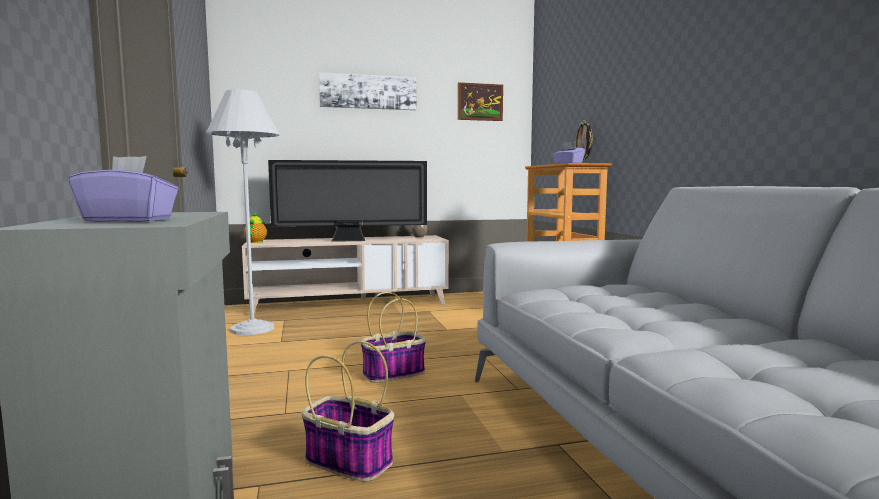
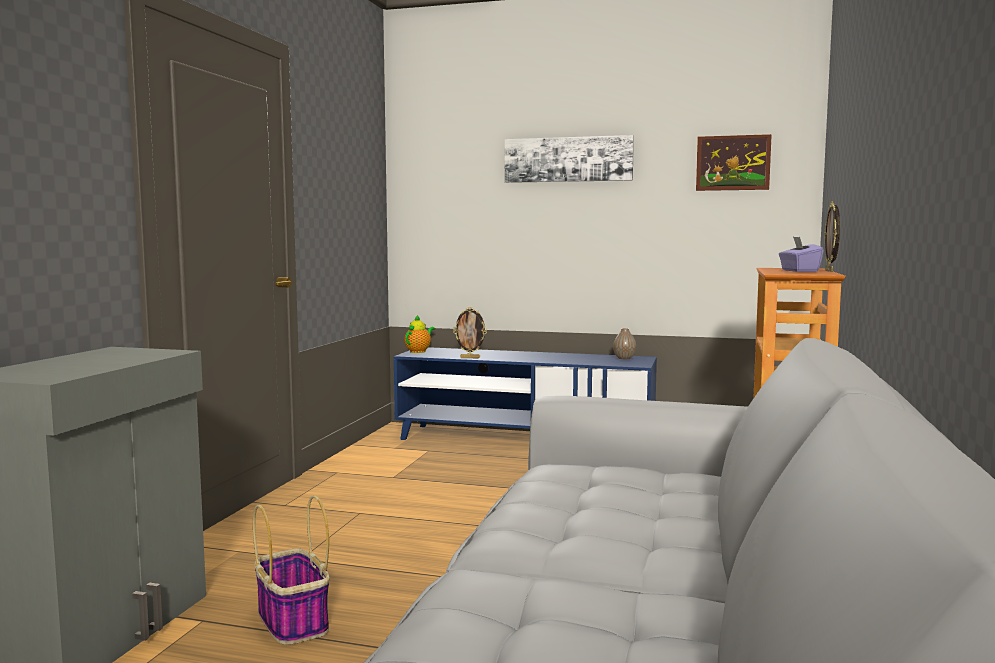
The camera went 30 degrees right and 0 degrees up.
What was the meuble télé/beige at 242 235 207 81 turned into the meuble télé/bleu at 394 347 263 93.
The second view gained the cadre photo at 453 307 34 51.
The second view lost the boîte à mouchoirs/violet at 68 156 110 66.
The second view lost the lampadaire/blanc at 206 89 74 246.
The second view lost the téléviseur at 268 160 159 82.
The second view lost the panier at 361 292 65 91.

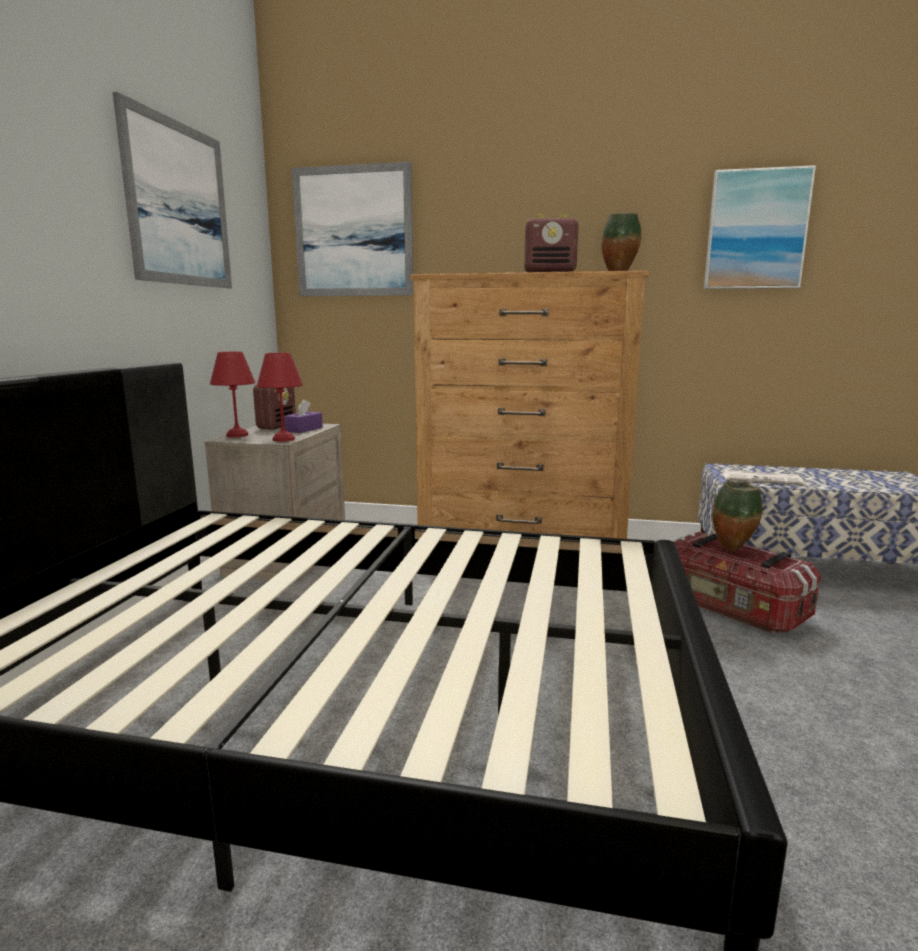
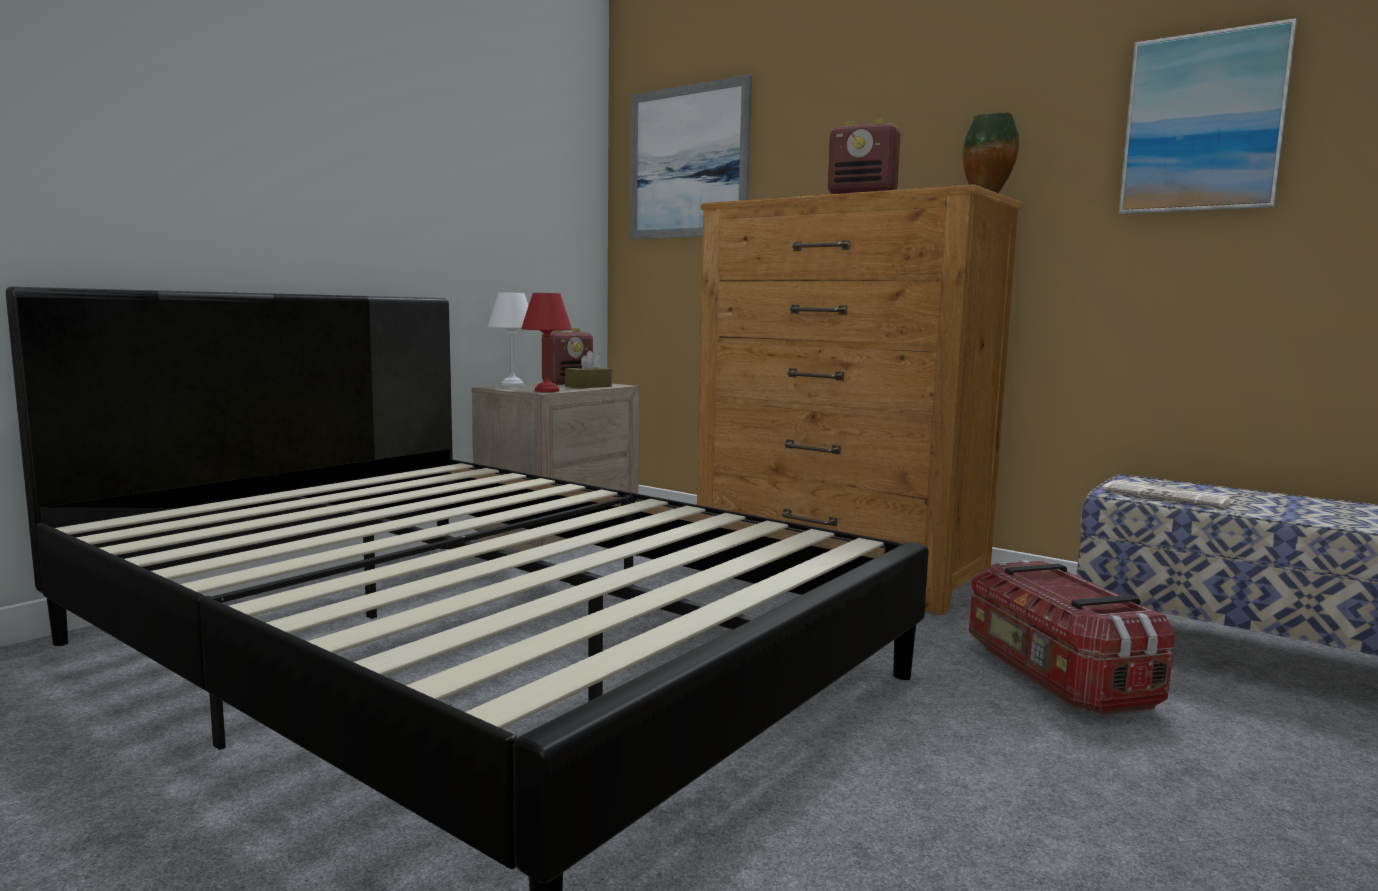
The camera went 25 degrees right and 5 degrees down.
What was the lampe de table/rouge at 210 352 45 85 turned into the lampe de table/blanc at 488 293 41 94.
What was the boîte à mouchoirs/violet at 284 399 39 34 turned into the boîte à mouchoirs/marron at 565 351 47 37.
The second view lost the tableau at 113 92 119 196.
The second view lost the vase at 713 481 50 70.

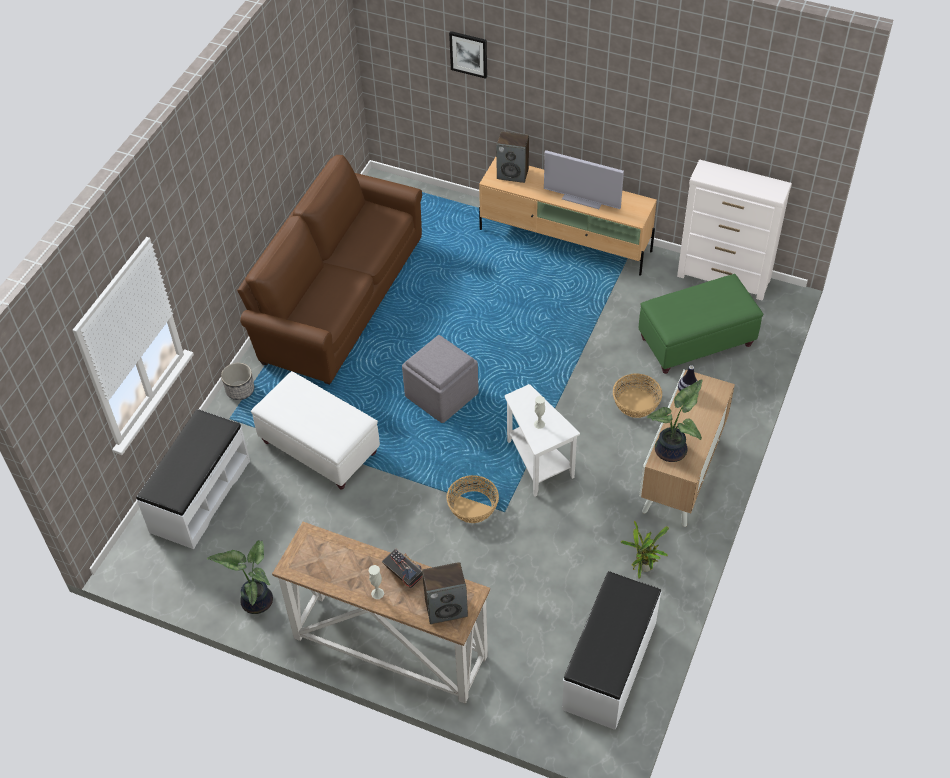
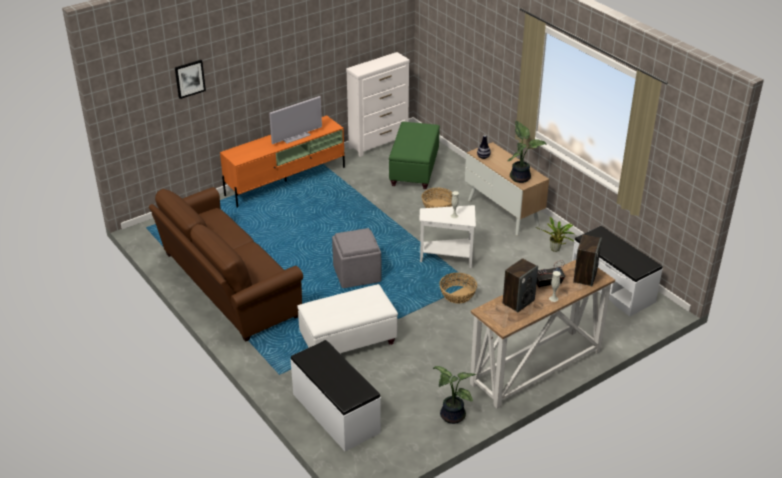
The camera went 60 degrees left and 15 degrees down.
What was the meuble télé/beige at 479 157 178 119 turned into the meuble télé/orange at 220 115 125 92.
The enceinte ended up elsewhere, having gone from 496 131 33 52 to 503 258 35 55.
The second view lost the cache-pot at 221 363 33 37.

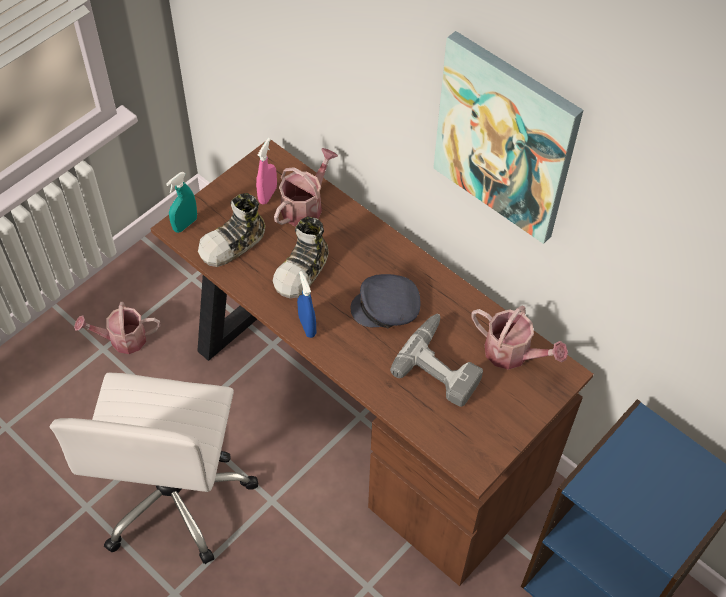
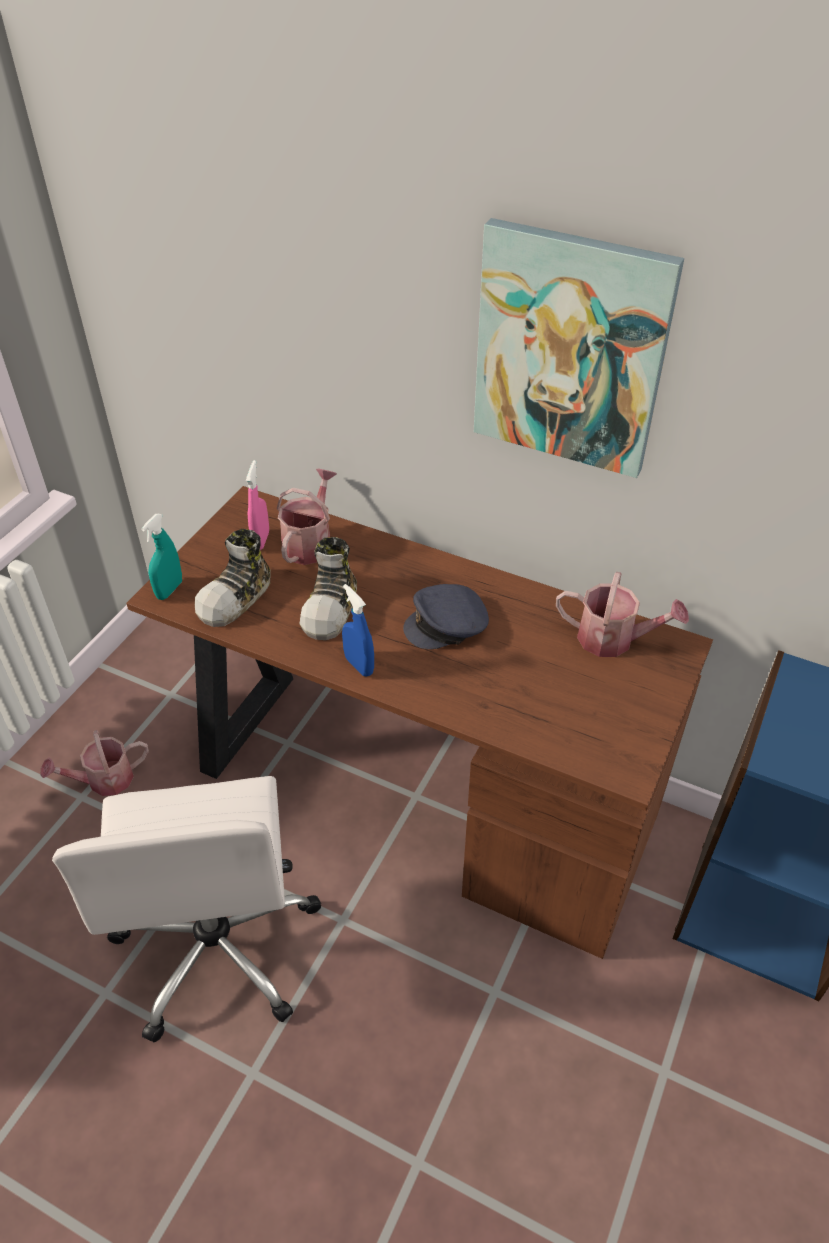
The camera went 15 degrees left and 10 degrees down.
The second view lost the perceuse at 390 314 93 93.

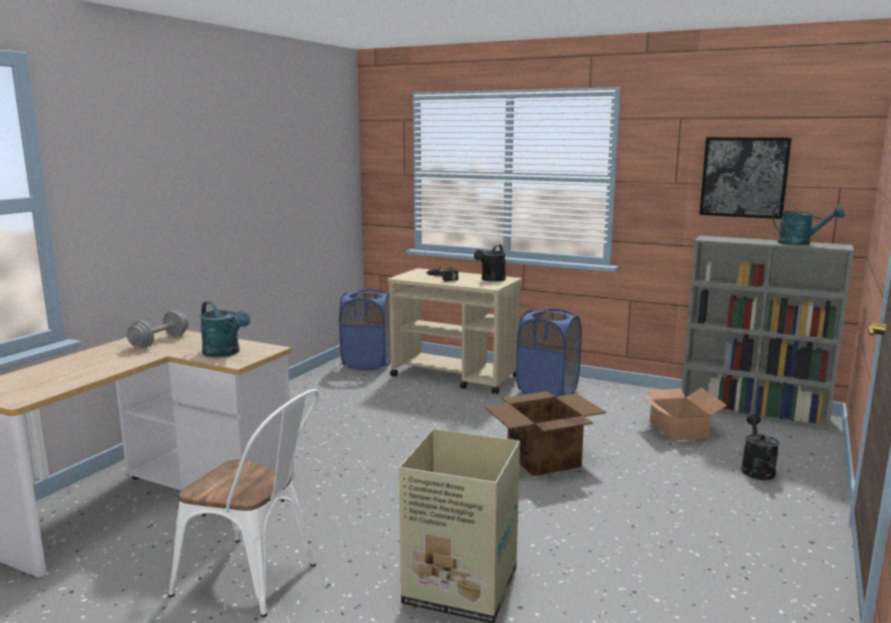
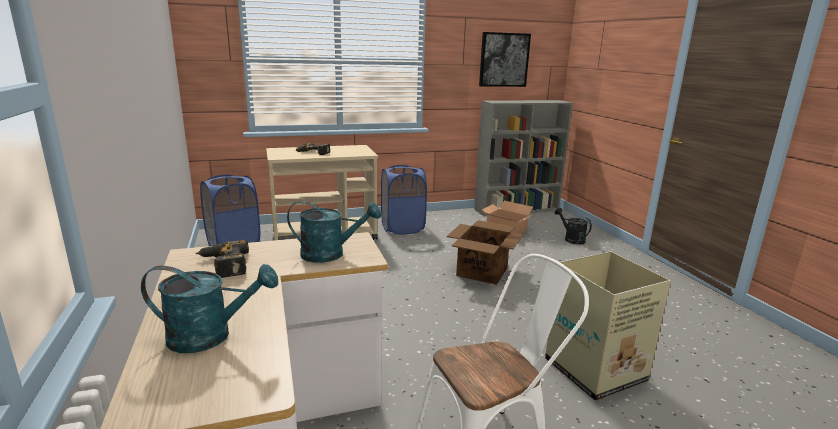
The camera went 45 degrees left and 5 degrees up.
The arrosoir/turquoise ended up elsewhere, having gone from 772 203 73 42 to 141 264 137 89.
Where the haltère/gris stood at 127 311 62 37, the perceuse came to stand at 196 240 53 38.
The second view lost the arrosoir/noir at 474 244 32 38.

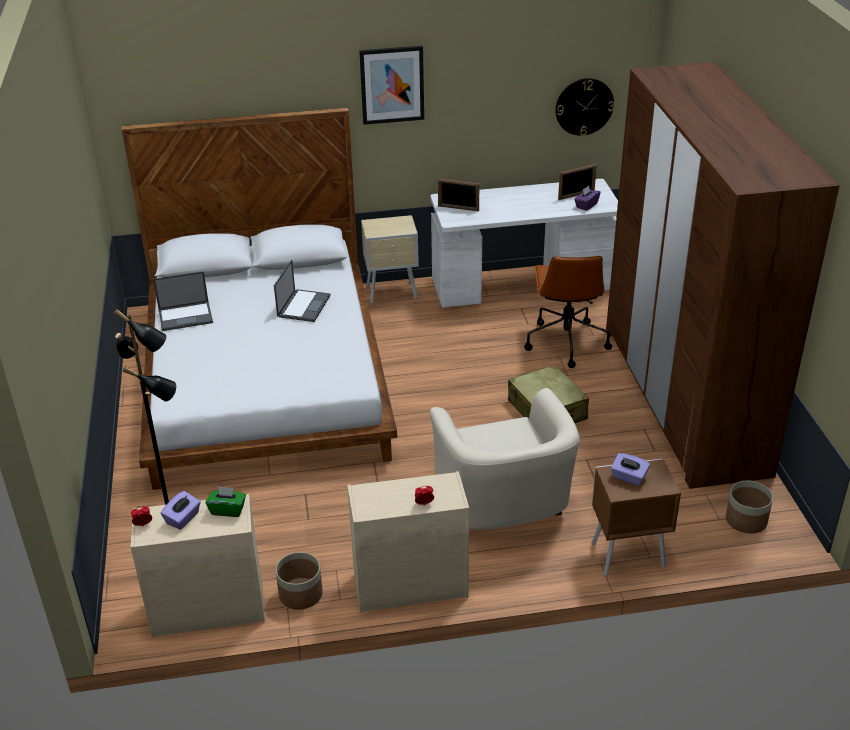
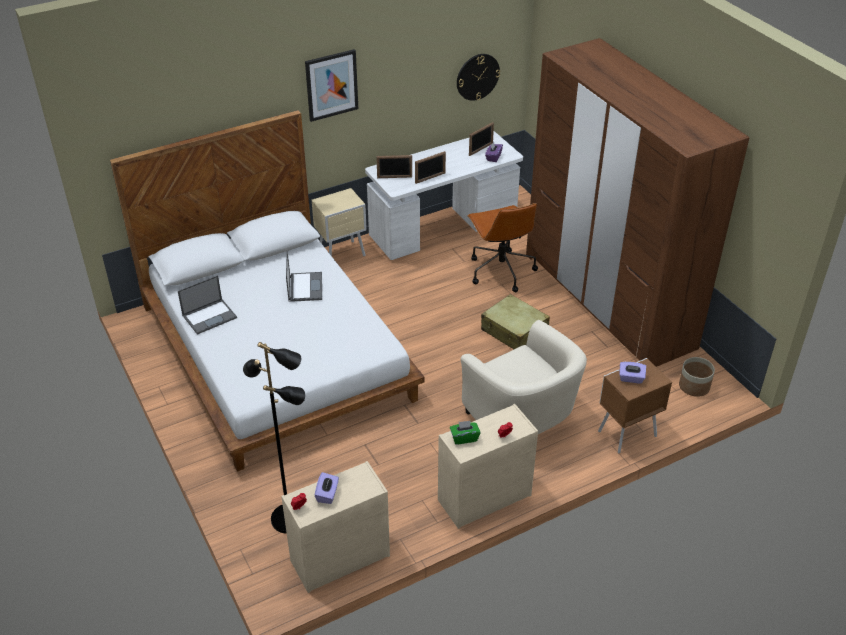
The camera went 20 degrees left and 5 degrees up.
The second view gained the cadre photo at 415 151 31 33.
The boîte à mouchoirs/vert ended up elsewhere, having gone from 205 486 41 31 to 450 421 31 24.
The second view lost the cache-pot at 276 552 47 58.

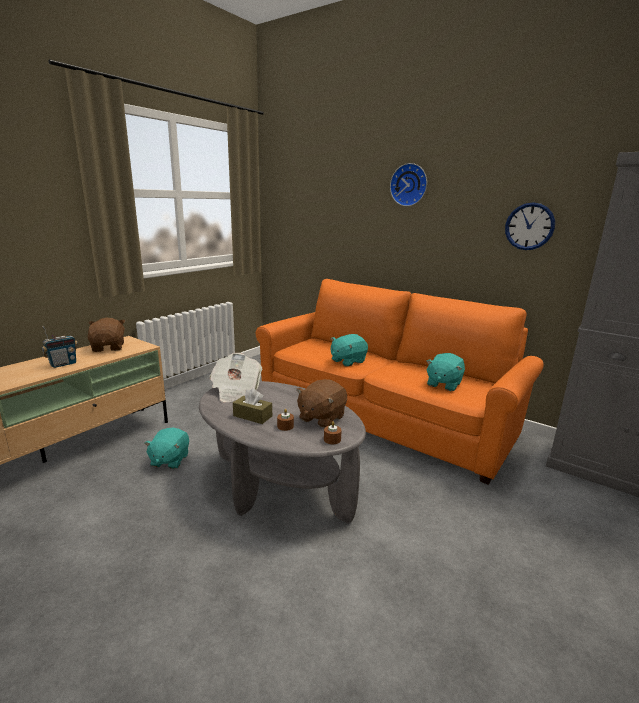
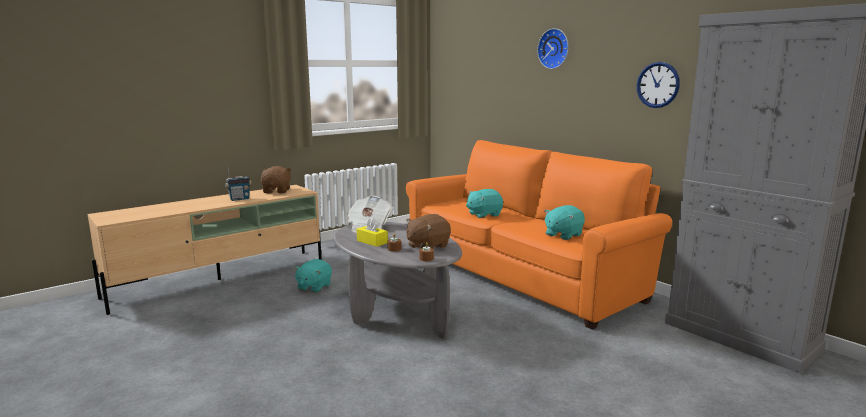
The camera went 15 degrees right and 5 degrees down.
What was the boîte à mouchoirs/marron at 233 388 39 36 turned into the boîte à mouchoirs/jaune at 357 217 31 30.

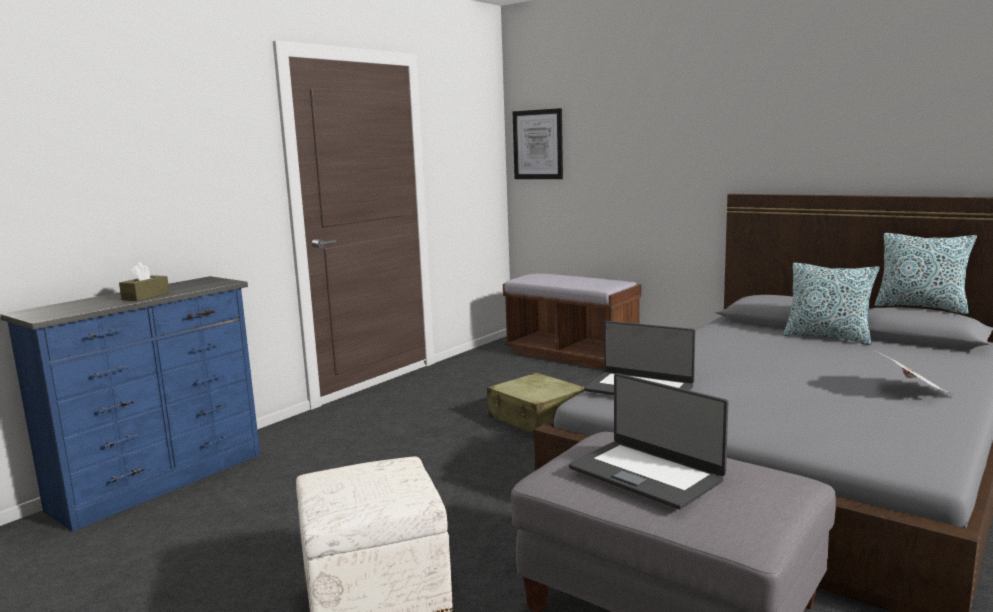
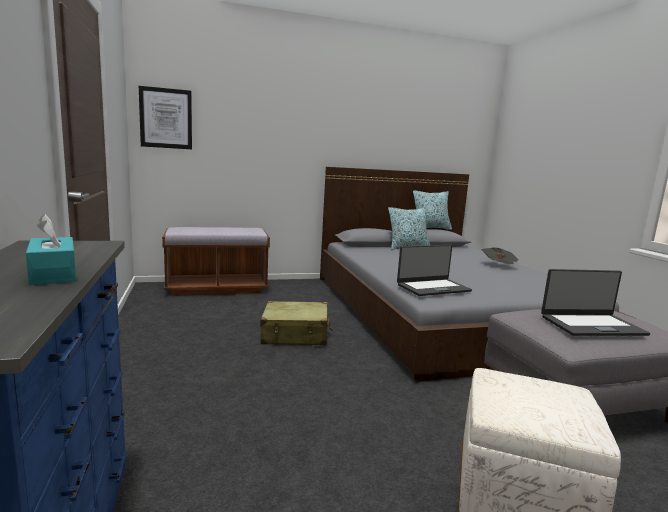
The camera went 55 degrees left and 0 degrees up.
What was the boîte à mouchoirs/marron at 119 262 51 39 turned into the boîte à mouchoirs/turquoise at 26 214 50 71.

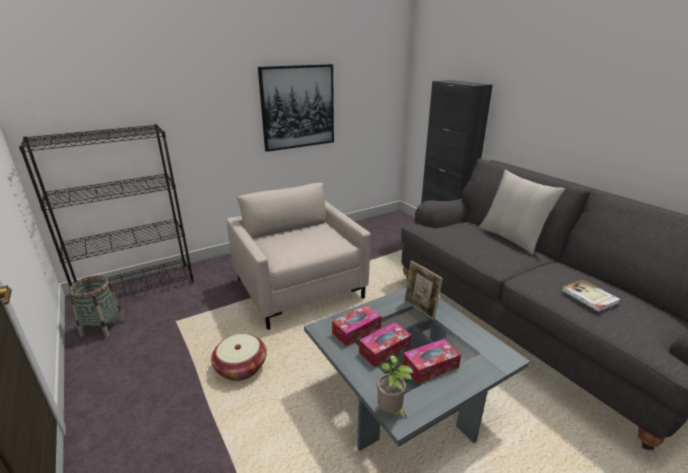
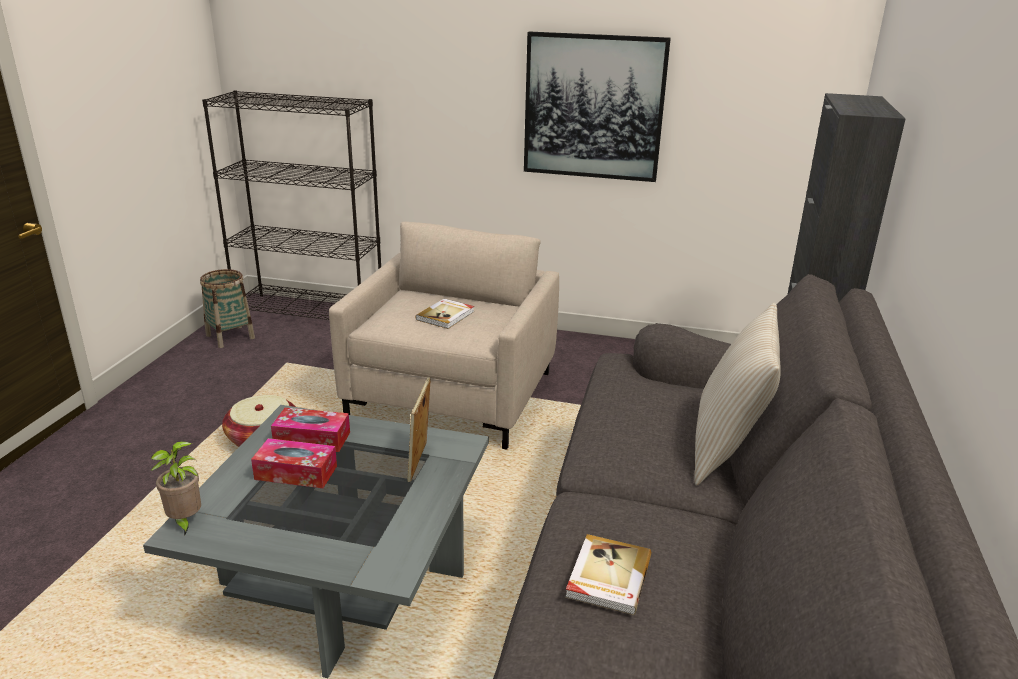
The camera went 45 degrees right and 0 degrees up.
The second view gained the livre at 416 299 58 30.
The second view lost the boîte à mouchoirs at 403 339 58 45.

